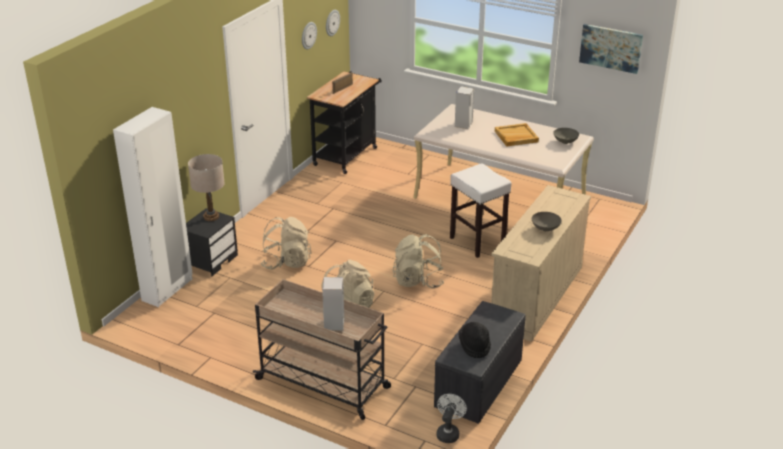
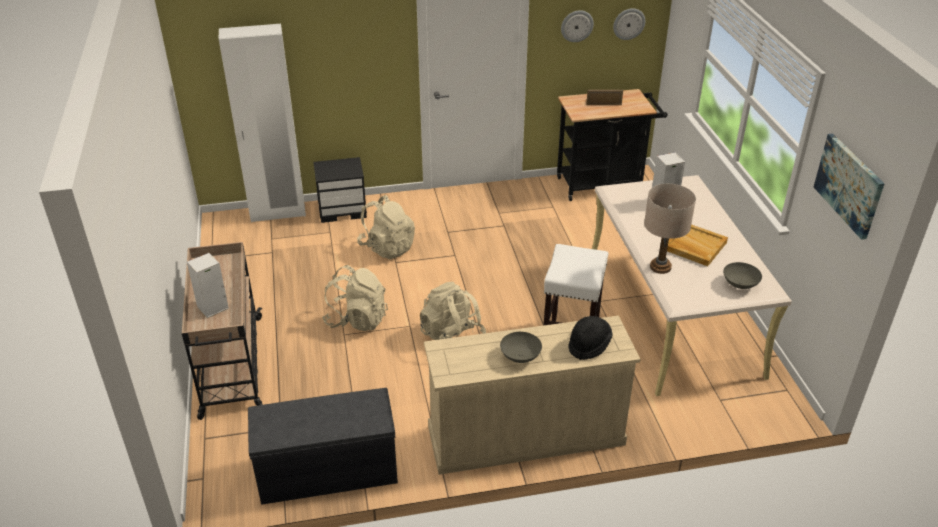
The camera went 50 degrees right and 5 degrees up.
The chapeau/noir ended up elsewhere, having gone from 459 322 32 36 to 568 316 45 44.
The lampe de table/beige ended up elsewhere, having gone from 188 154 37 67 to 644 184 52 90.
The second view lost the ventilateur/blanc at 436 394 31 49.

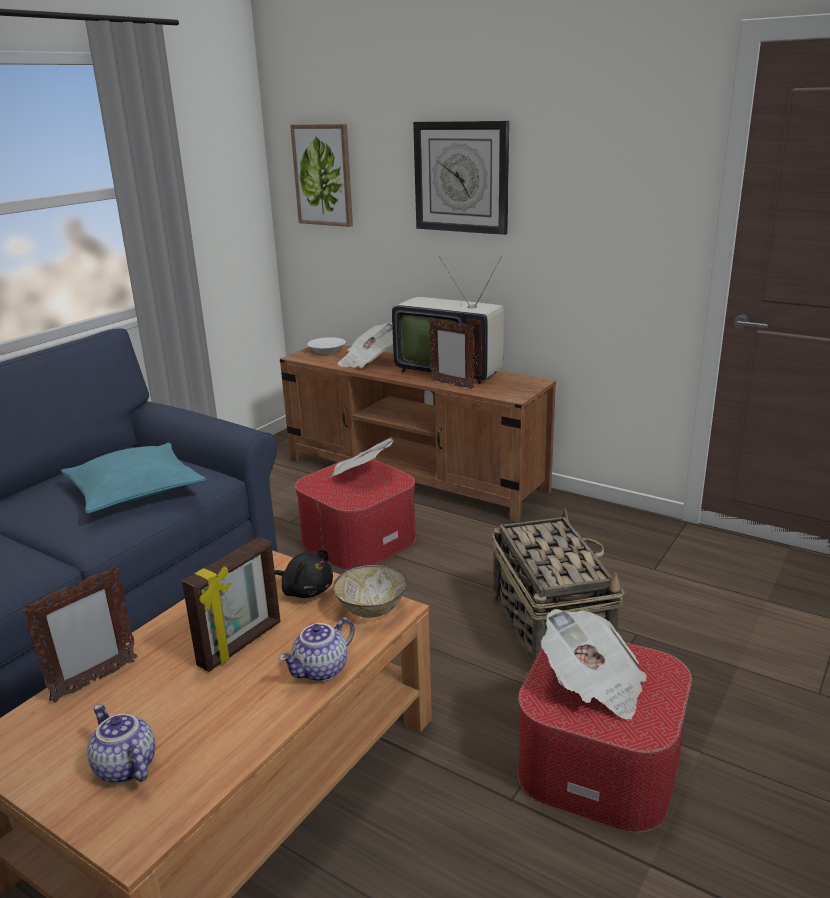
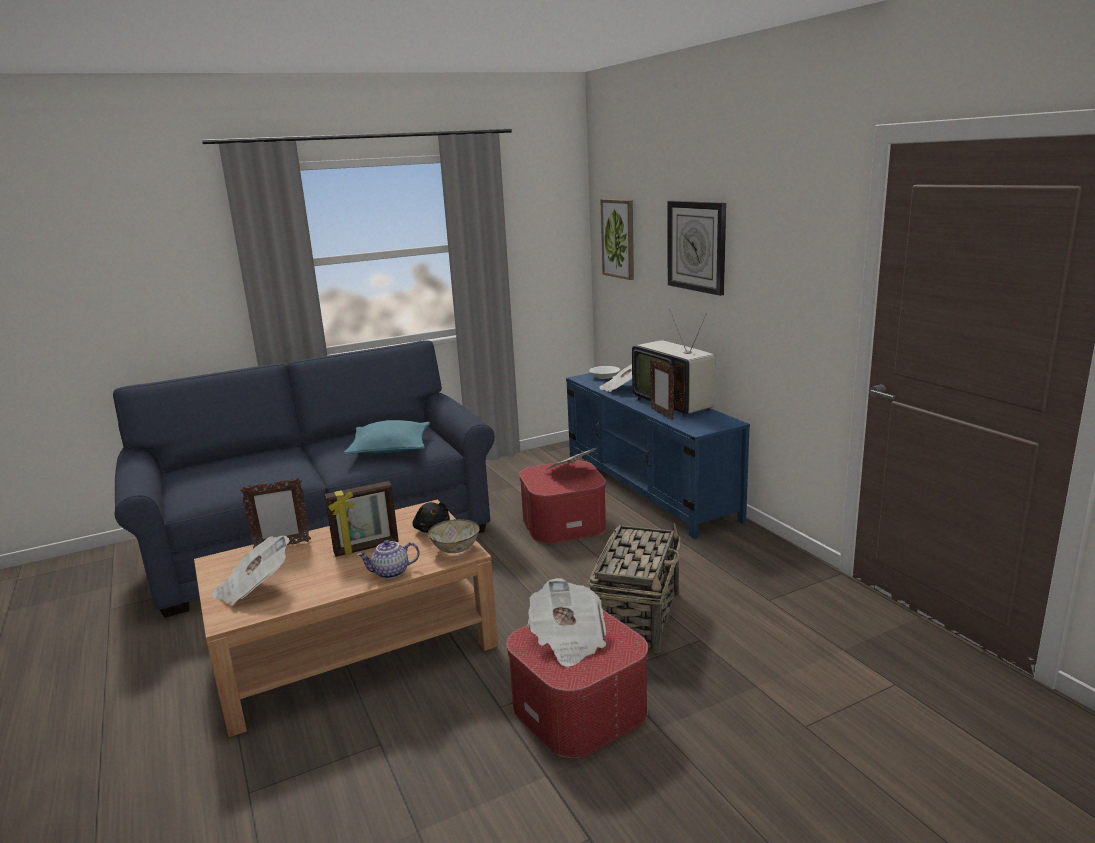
The camera went 30 degrees right and 5 degrees down.
Where the théière stood at 87 704 68 79, the journal came to stand at 212 535 78 70.
What was the meuble télé/marron at 280 345 276 177 turned into the meuble télé/bleu at 566 372 184 167.

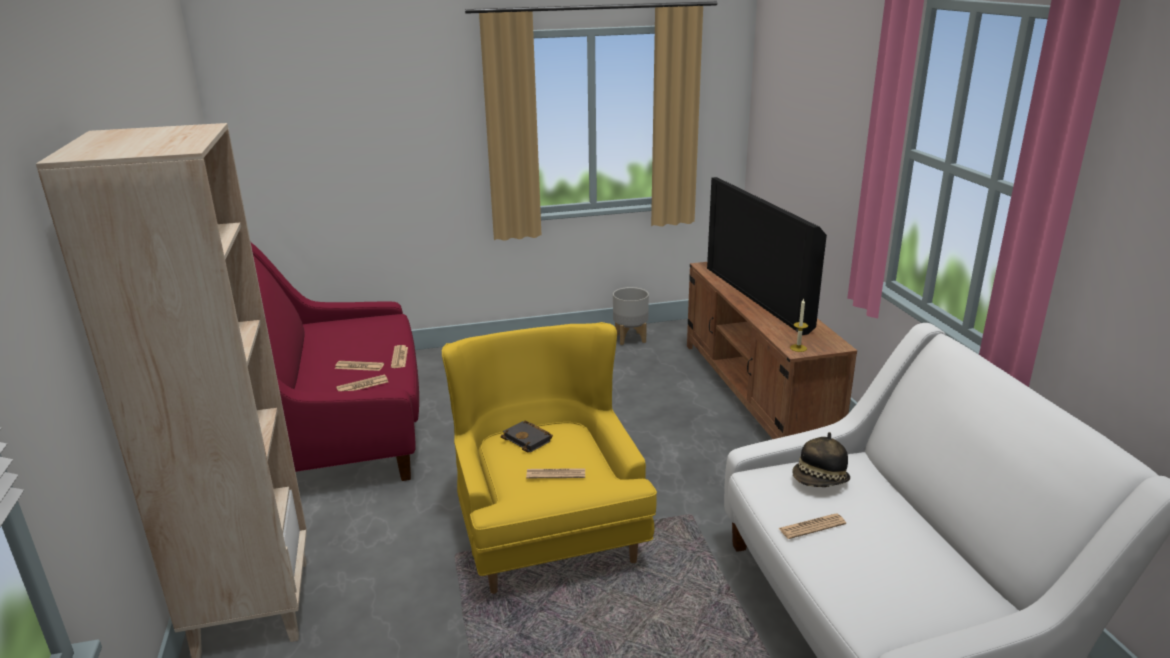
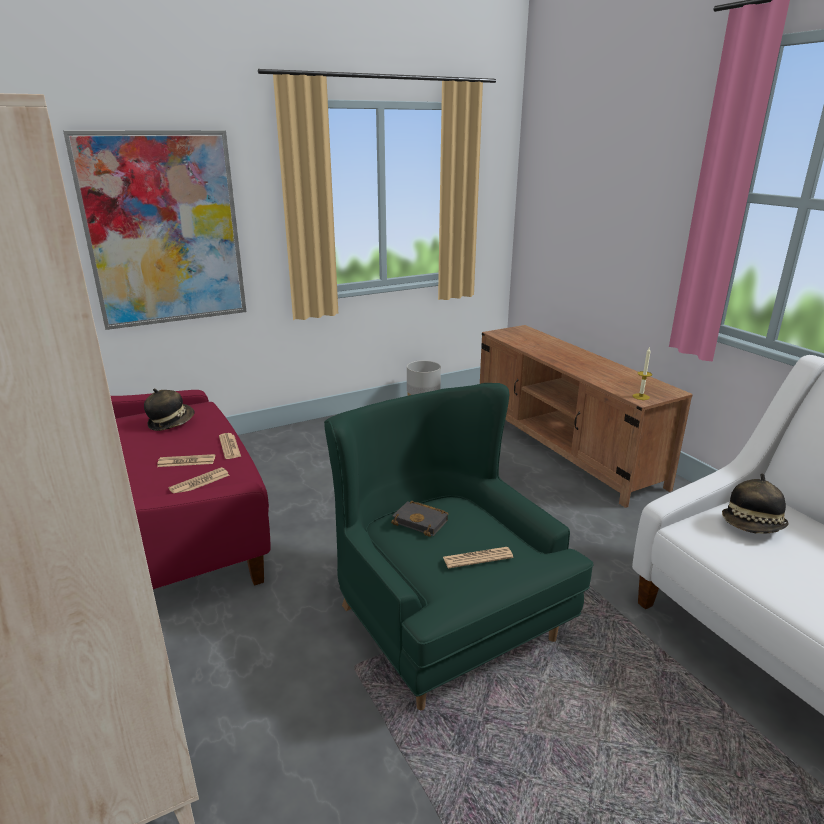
The camera went 15 degrees left and 0 degrees up.
The second view gained the tableau at 63 130 183 200.
The second view gained the chapeau at 144 389 51 42.
What was the fauteuil/jaune at 442 322 215 272 turned into the fauteuil/vert at 324 383 270 327.
The second view lost the téléviseur at 707 177 120 158.
The second view lost the journal at 779 513 67 26.

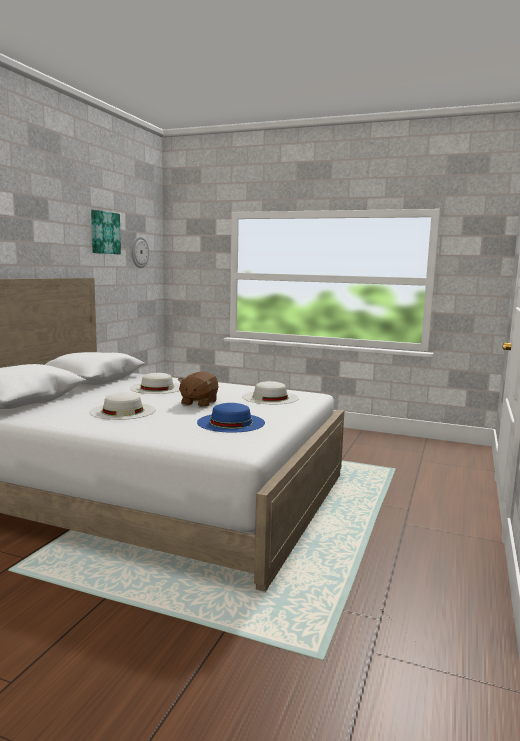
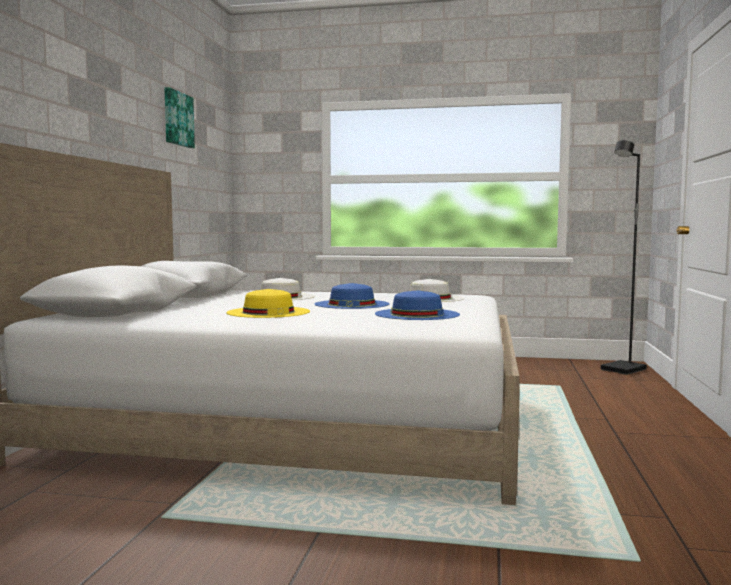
The camera went 10 degrees left and 5 degrees down.
What was the chapeau/blanc at 90 393 66 27 turned into the chapeau/jaune at 226 289 84 29.
Where the peluche/marron stood at 178 371 40 36, the chapeau/bleu came to stand at 315 283 75 26.
The second view gained the lampadaire/noir at 601 140 46 235.
The second view lost the horloge murale at 131 236 18 32.

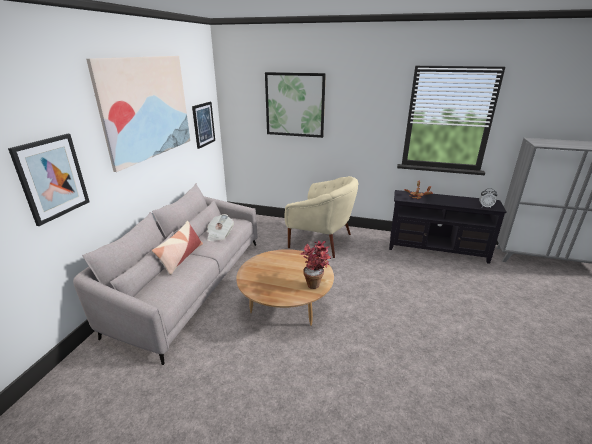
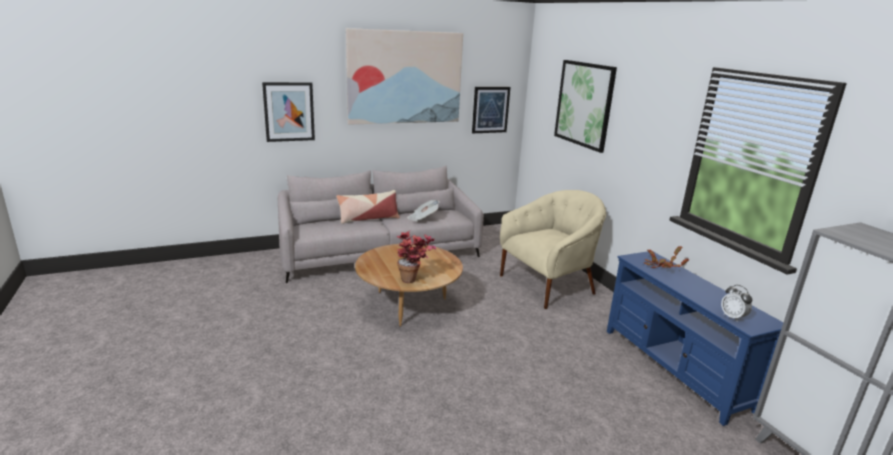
The camera went 50 degrees right and 5 degrees down.
The fauteuil/beige at 285 176 74 82 ended up facing another way, 105 degrees counterclockwise from before.
What was the meuble télé/noir at 389 190 118 74 turned into the meuble télé/bleu at 607 251 177 175.

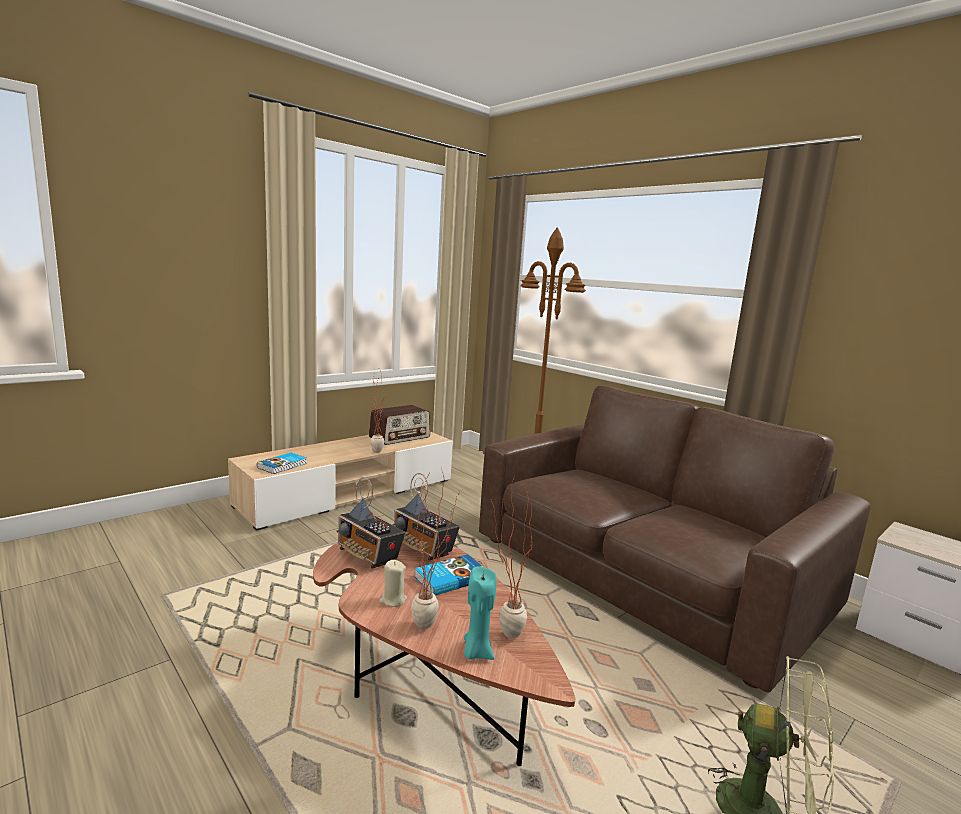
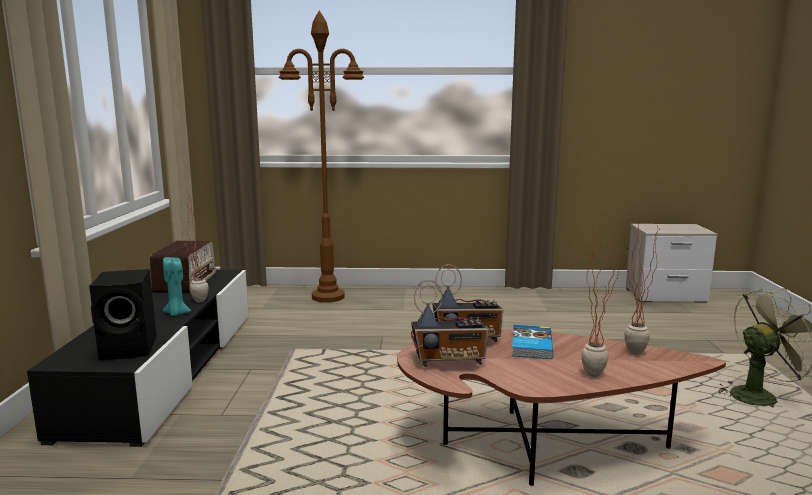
The camera went 45 degrees left and 0 degrees up.
What was the meuble télé/beige at 228 432 225 99 turned into the meuble télé/noir at 27 269 222 178.
Where the livre stood at 257 453 50 21, the enceinte/noir came to stand at 89 269 68 91.
The bougie/turquoise ended up elsewhere, having gone from 464 566 33 94 to 163 257 28 59.
The second view lost the bougie/beige at 379 560 28 47.
The second view lost the canapé/marron at 479 385 392 307.

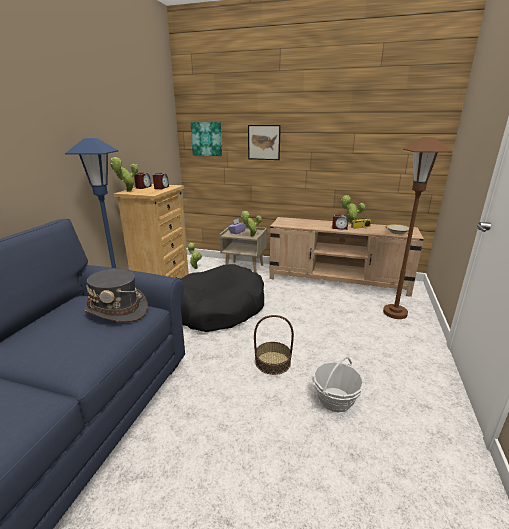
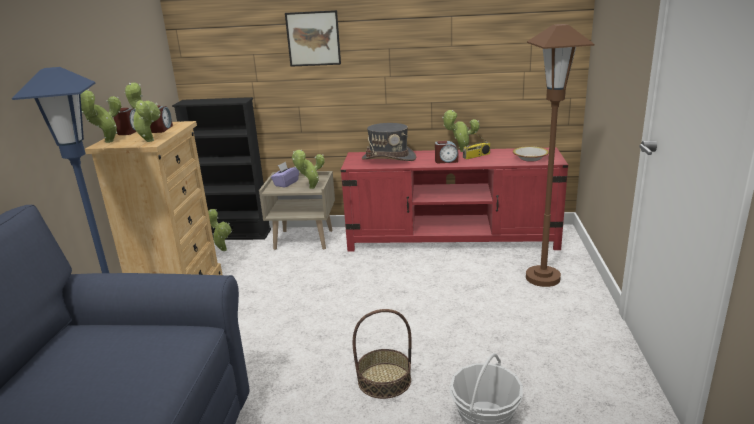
The camera went 10 degrees left and 0 degrees up.
The second view gained the plante en pot at 125 82 36 60.
The second view gained the bibliothèque/noir at 172 97 99 143.
What was the meuble télé/beige at 269 217 155 80 turned into the meuble télé/rouge at 341 147 227 105.
The chapeau/gris ended up elsewhere, having gone from 84 269 64 53 to 362 123 54 38.
The second view lost the panier pour chien/noir at 181 264 83 68.
The second view lost the tableau at 191 122 31 34.

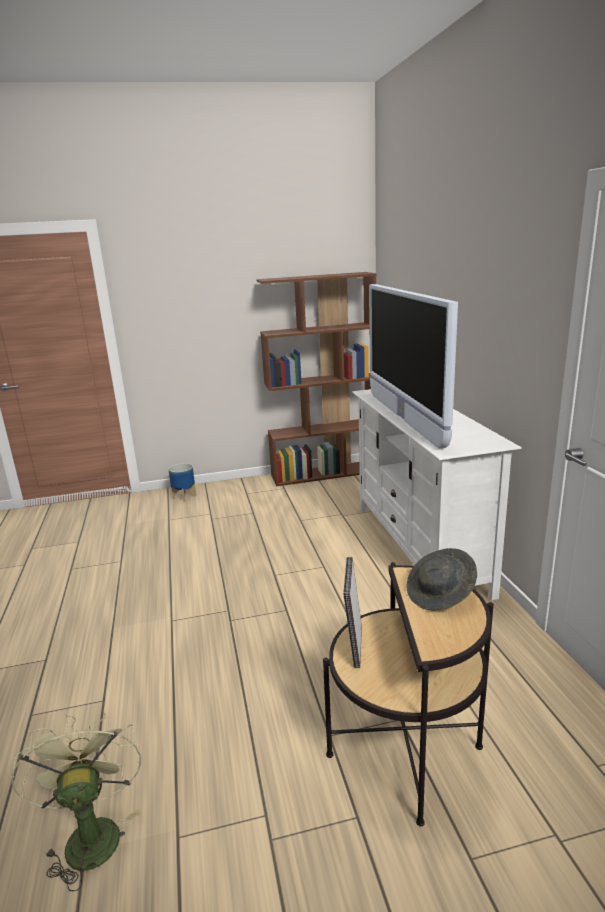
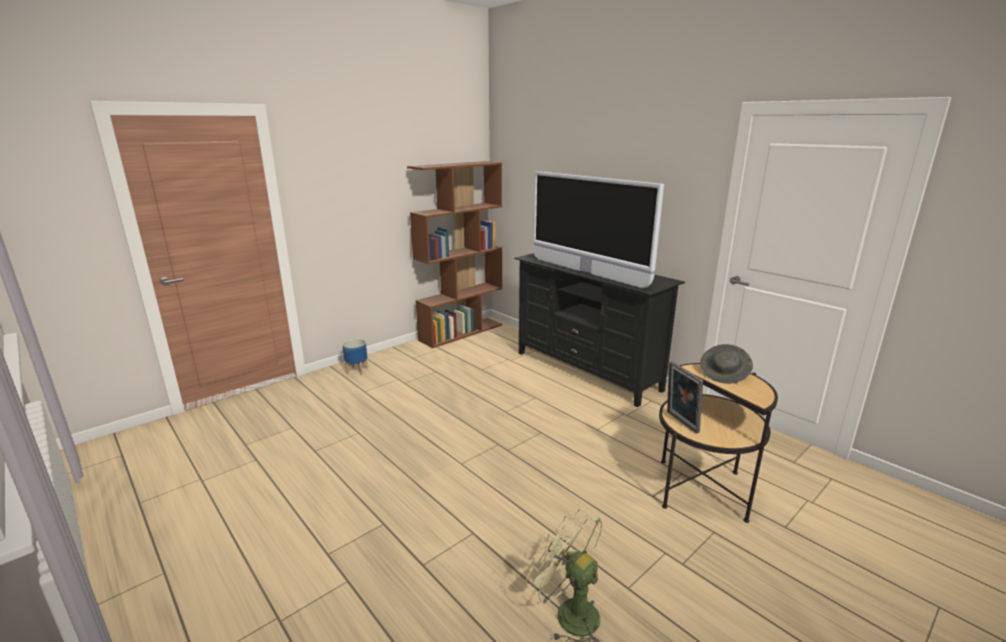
The camera went 30 degrees left and 0 degrees up.
What was the meuble télé/blanc at 352 389 170 211 turned into the meuble télé/noir at 514 253 171 154.

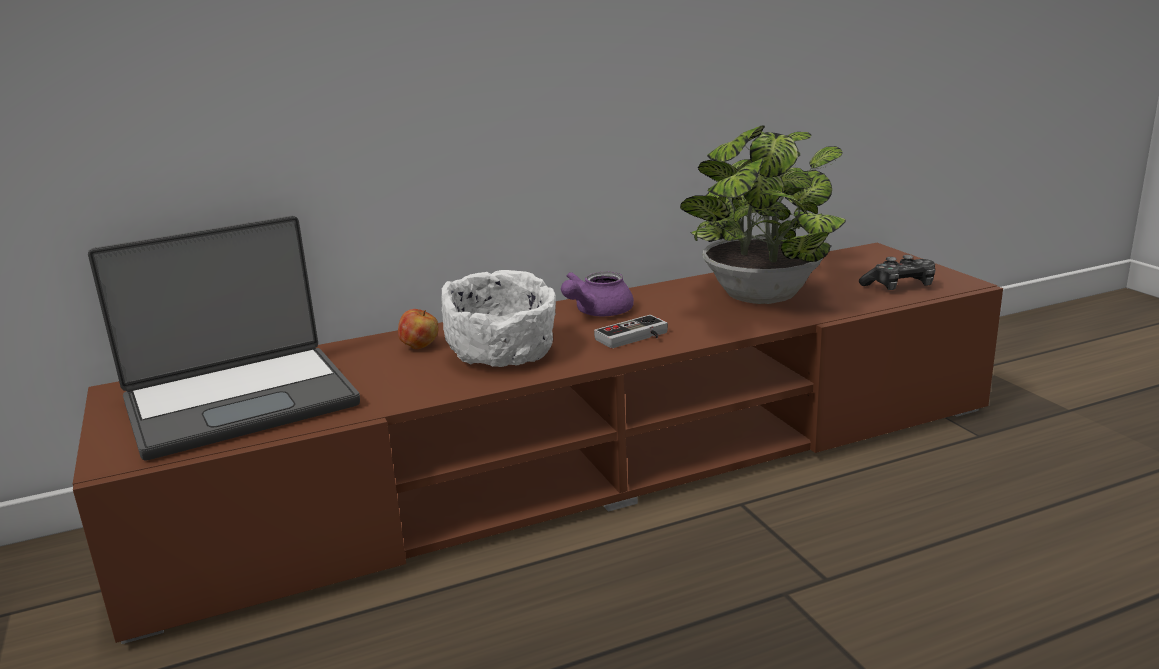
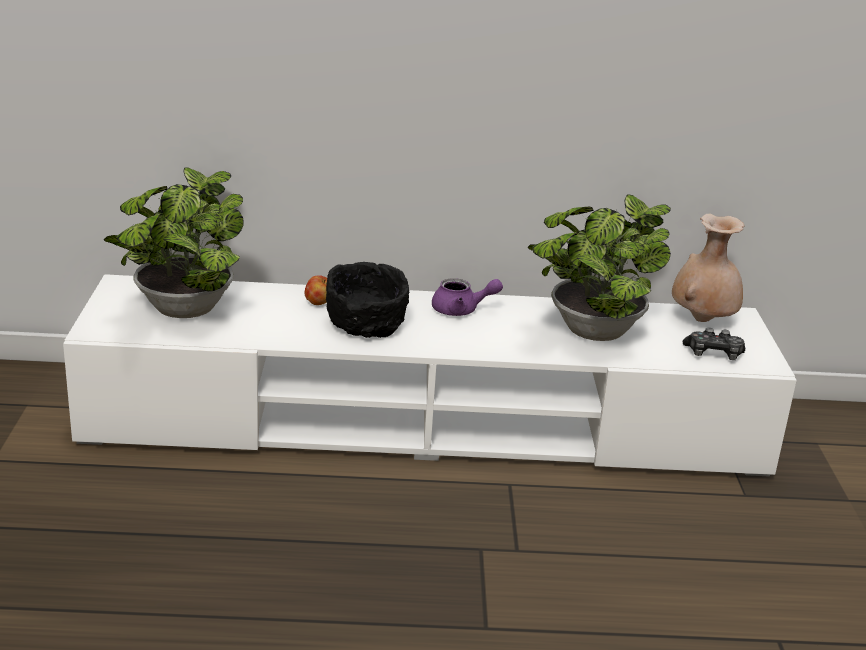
The camera went 20 degrees right and 5 degrees up.
What was the meuble télé/marron at 73 243 930 401 turned into the meuble télé/blanc at 63 274 734 203.
Where the ordinateur portable stood at 88 216 272 245, the plante en pot came to stand at 104 167 140 151.
What was the bol/blanc at 441 270 115 97 turned into the bol/noir at 326 262 83 76.
The théière/violet at 561 271 73 45 ended up facing another way, 150 degrees counterclockwise from before.
The second view gained the vase/beige at 672 214 73 108.
The second view lost the manette at 594 315 74 33.

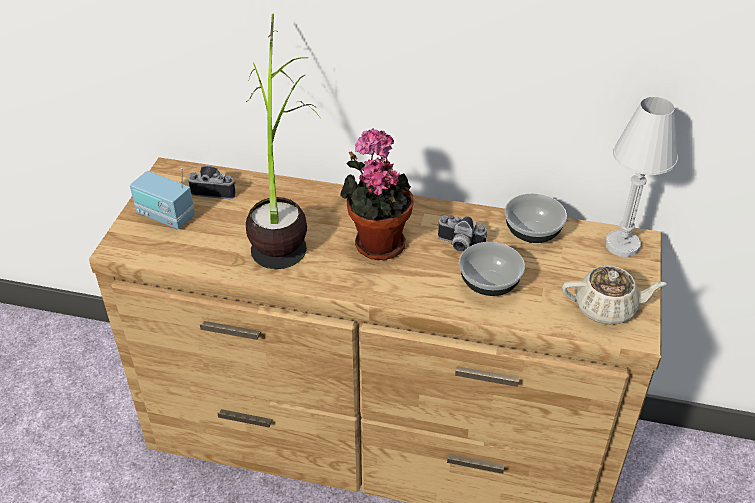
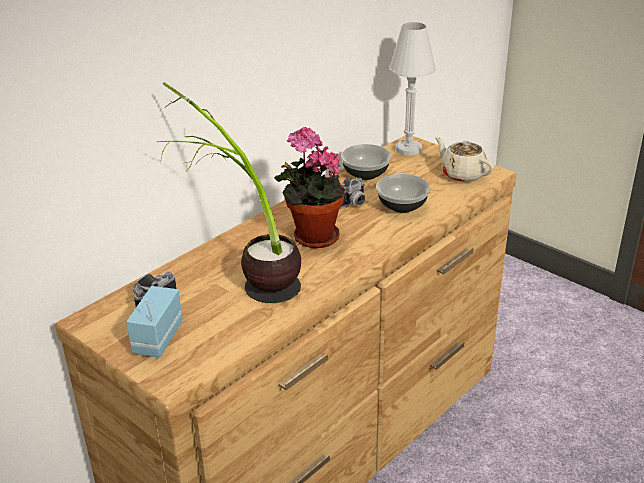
The camera went 60 degrees left and 10 degrees down.
The radio at 130 168 65 61 ended up facing another way, 135 degrees clockwise from before.
The théière/beige at 562 265 105 60 ended up facing another way, 75 degrees counterclockwise from before.

